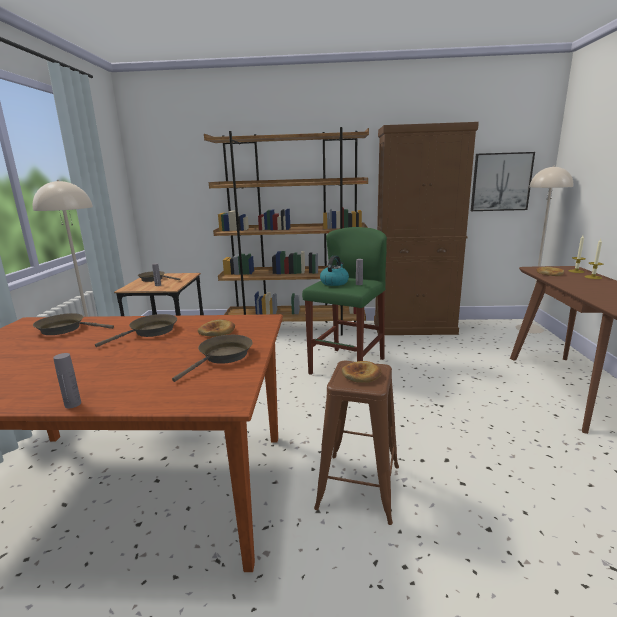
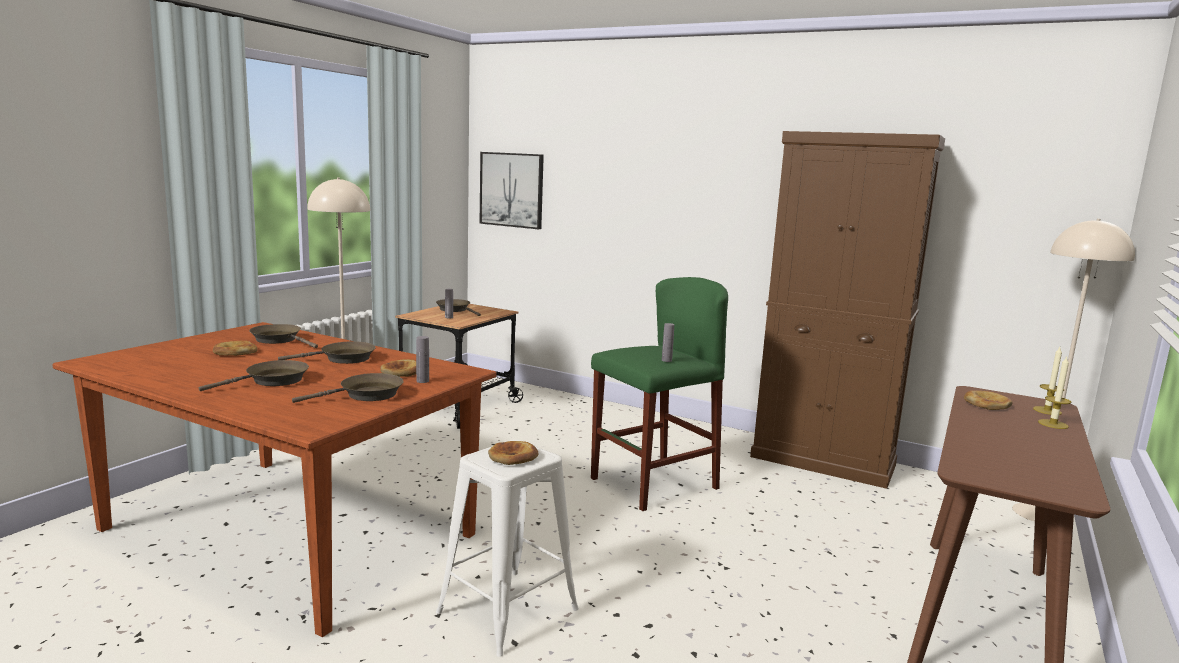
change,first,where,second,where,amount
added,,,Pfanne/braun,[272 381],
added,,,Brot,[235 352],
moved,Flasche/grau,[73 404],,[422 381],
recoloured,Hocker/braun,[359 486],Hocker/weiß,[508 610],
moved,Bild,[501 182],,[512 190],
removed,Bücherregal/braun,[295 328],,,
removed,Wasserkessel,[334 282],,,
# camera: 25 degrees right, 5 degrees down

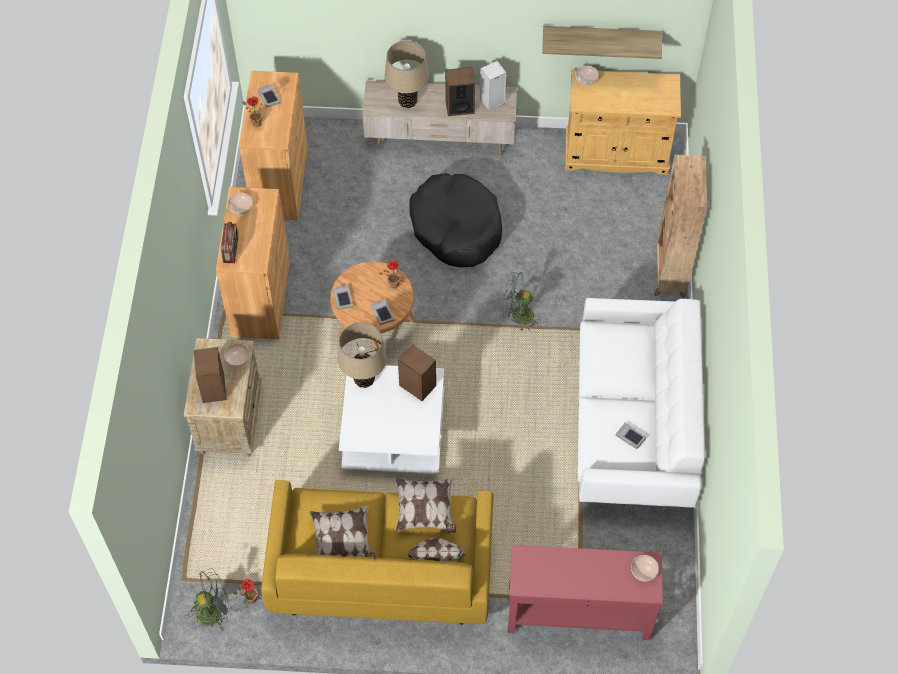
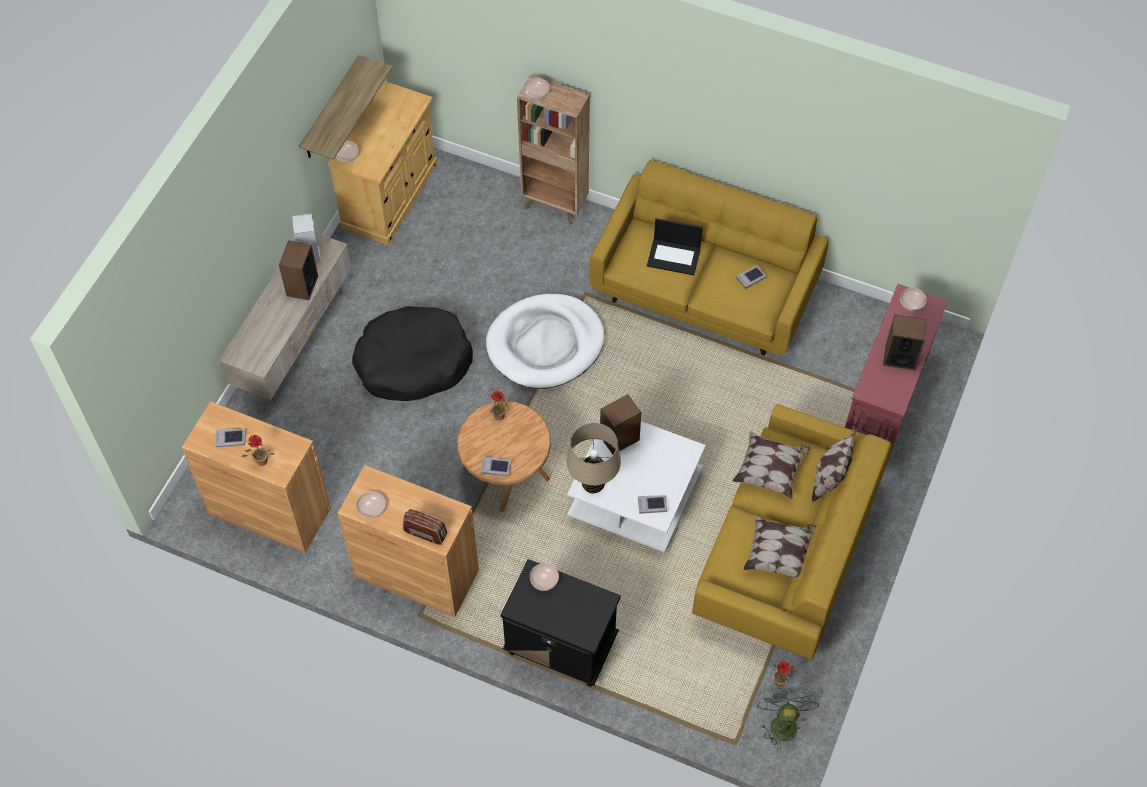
change,first,where,second,where,amount
replaced,Ventilator/grau,[517 316],Hundebett/weiß,[545 344],
recoloured,Nachttisch/beige,[230 420],Nachttisch/schwarz,[560 646],
added,,,Schüssel,[536 92],
recoloured,Sofa/weiß,[633 424],Sofa/gelb,[705 291],
moved,Buch,[382 313],,[652 505],
added,,,Laptop,[674 256],
moved,Lautsprecher,[213 388],,[900 357],
removed,Tischlampe/beige,[407 101],,,
# camera: 70 degrees left, 0 degrees up

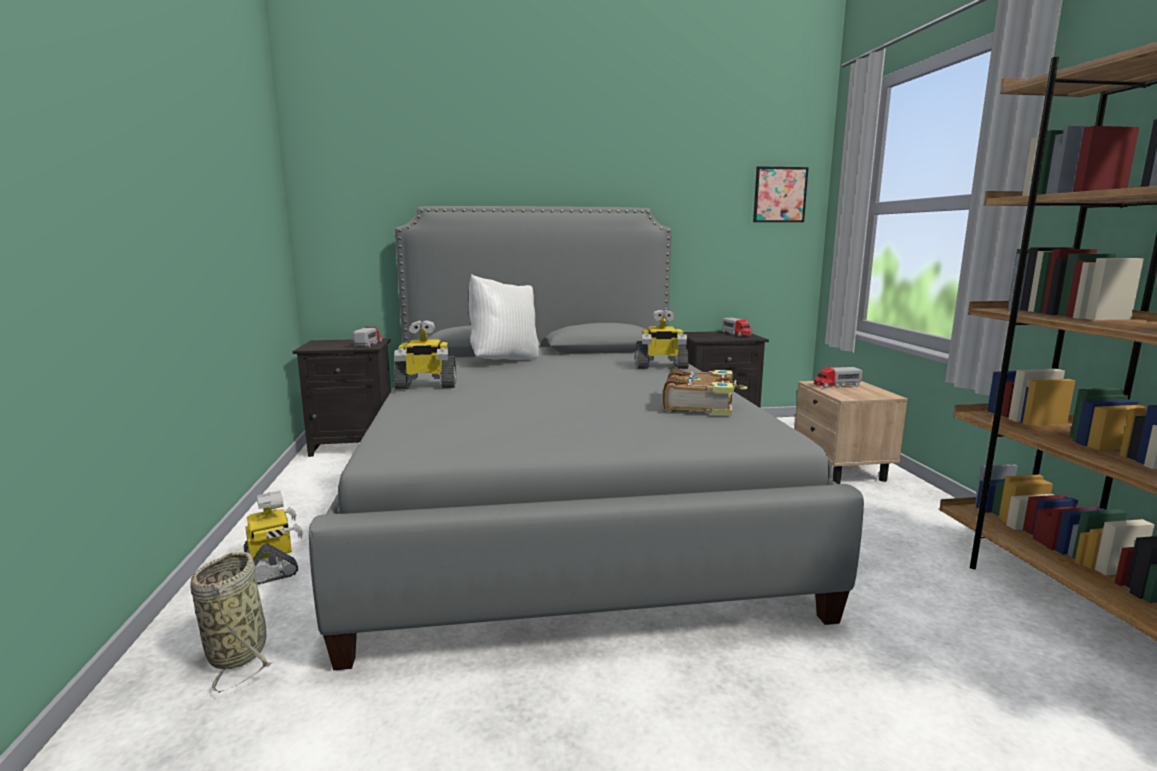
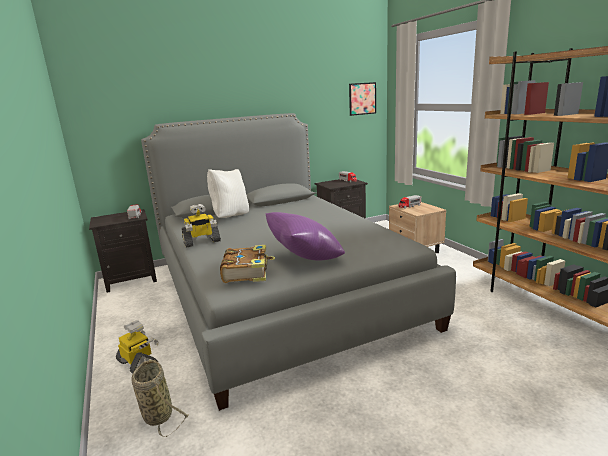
change,first,where,second,where,amount
moved,Buch,[700 404],,[247 272],
added,,,Kissen/lila,[305 259],
removed,Spielzeugroboter,[661 366],,,
# camera: 15 degrees left, 5 degrees up

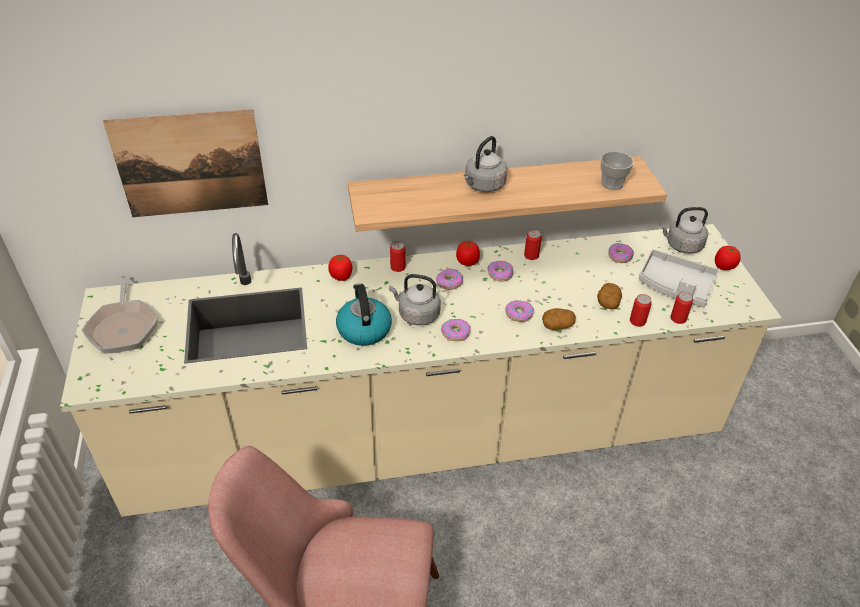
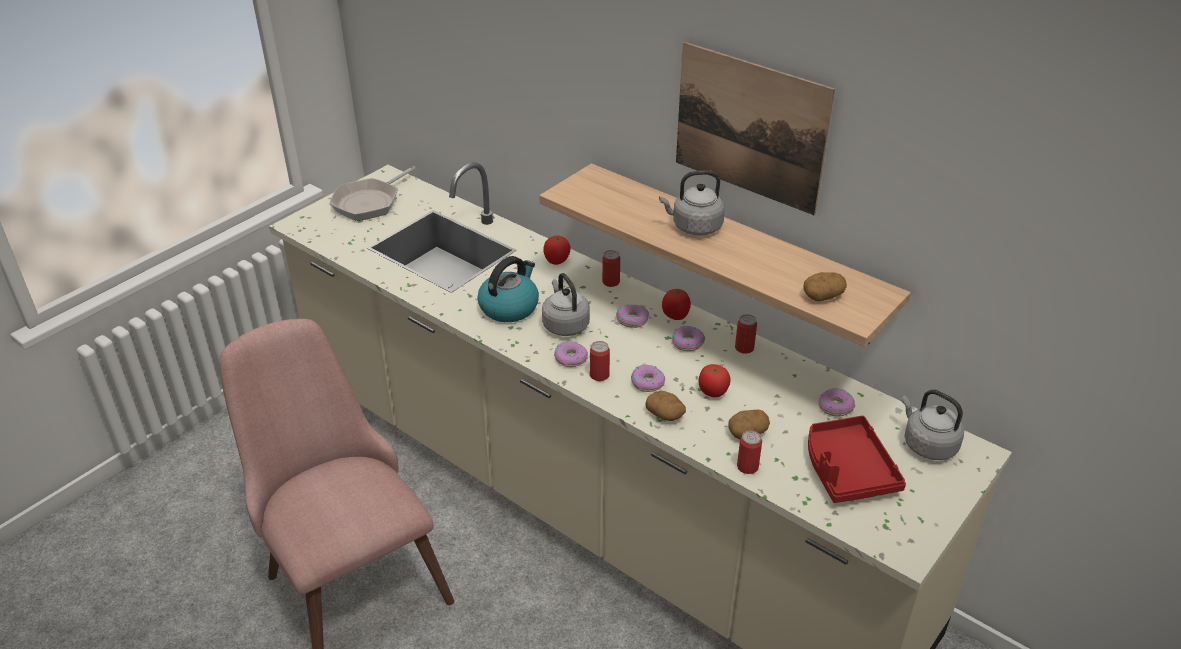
change,first,where,second,where,amount
moved,Dose,[678 318],,[599 375],
moved,Bild,[190 164],,[750 127],
moved,Tomate,[724 266],,[712 392],
replaced,Tasse,[612 184],Kartoffel,[823 295],
recoloured,Tablett/grau,[675 286],Tablett/rot,[847 470],
# camera: 50 degrees right, 5 degrees down

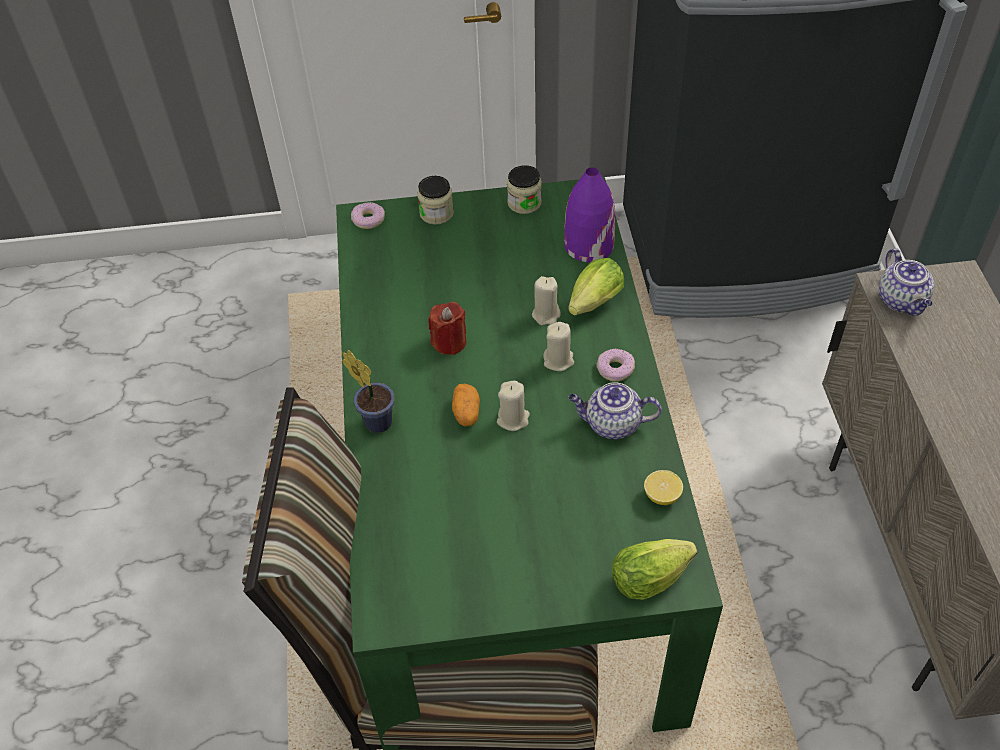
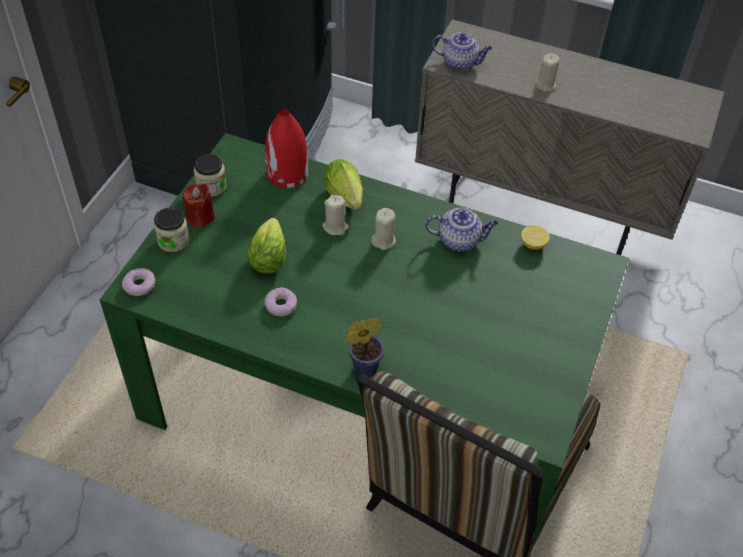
change,first,where,second,where,amount
moved,Kerze/rot,[449 342],,[200 217],
moved,Salatkopf,[653 576],,[269 256],
moved,Donut,[615 369],,[281 305],
recoloured,Vase/lila,[588 245],Vase/rot,[287 174],
turned,Teekanne,[612 424],,[459 240],120 degrees counterclockwise
moved,Kerze/beige,[513 419],,[545 85],
removed,Kartoffel,[466 412],,,
# camera: 65 degrees left, 0 degrees up

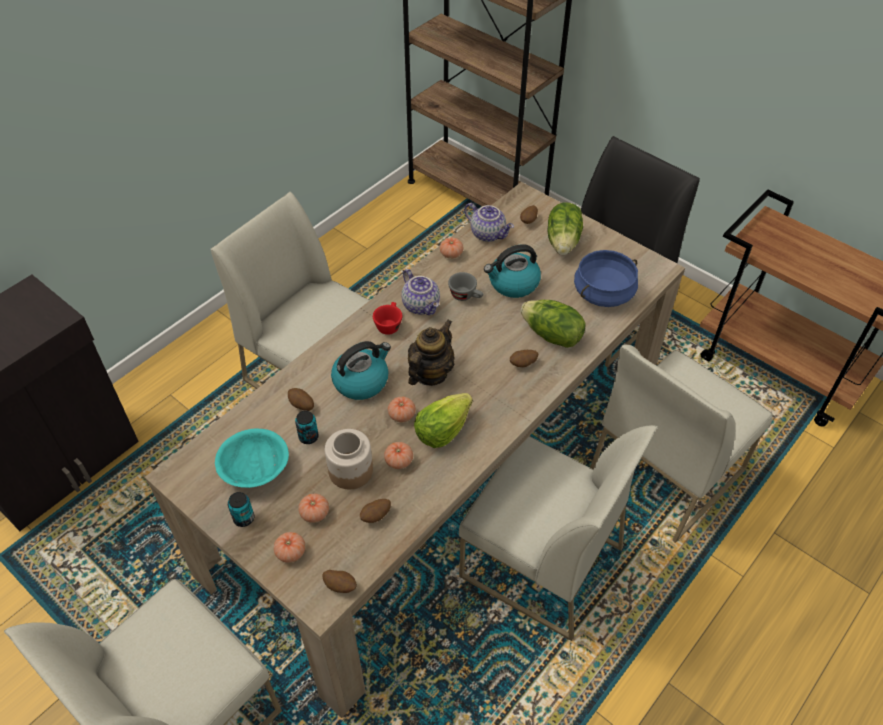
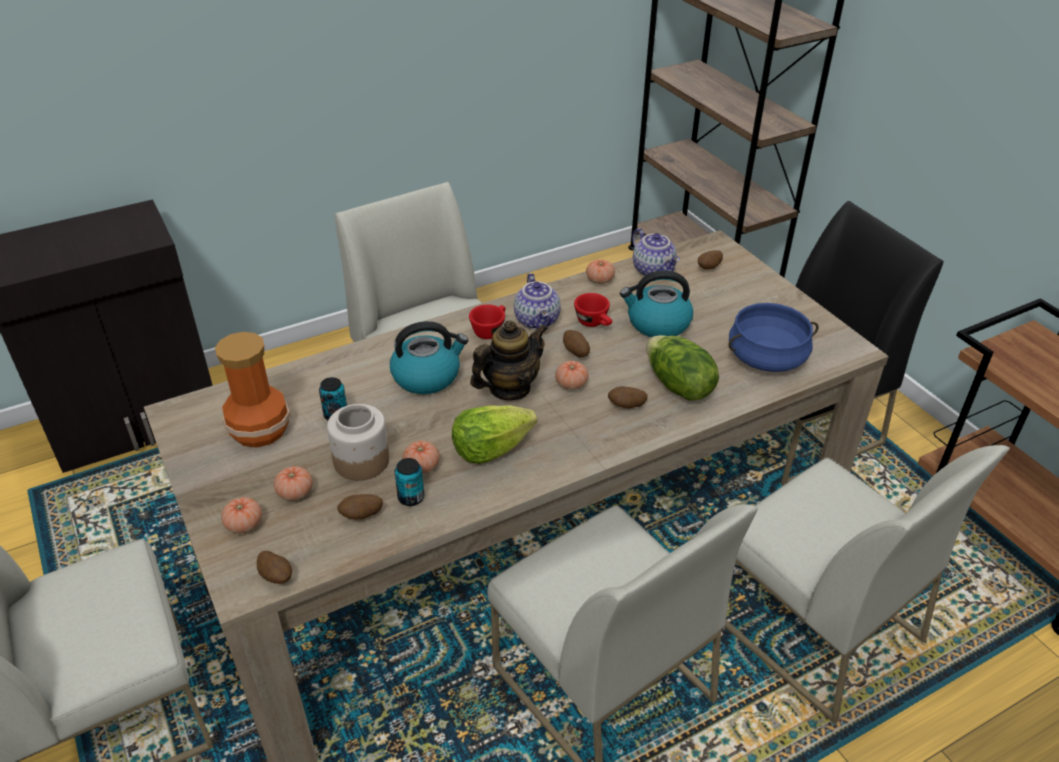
change,first,where,second,where,amount
replaced,Schüssel/türkis,[254 469],Vase,[259 430],
moved,Dose,[244 518],,[411 498],
moved,Tomate,[402 415],,[571 384],
moved,Kartoffel,[301 405],,[575 352],
recoloured,Tasse/grau,[466 296],Tasse/rot,[594 323],
turned,Stuhl/weiß,[665 471],,[813 627],105 degrees counterclockwise
removed,Salatkopf,[564 241],,,
# camera: 20 degrees right, 10 degrees down

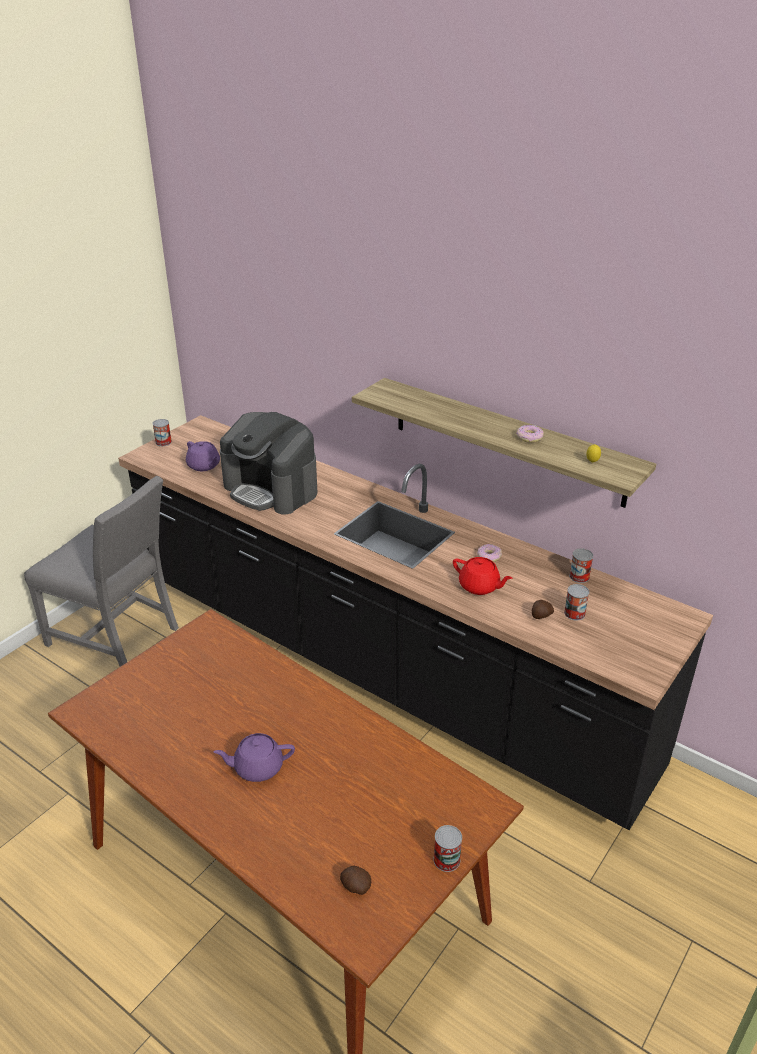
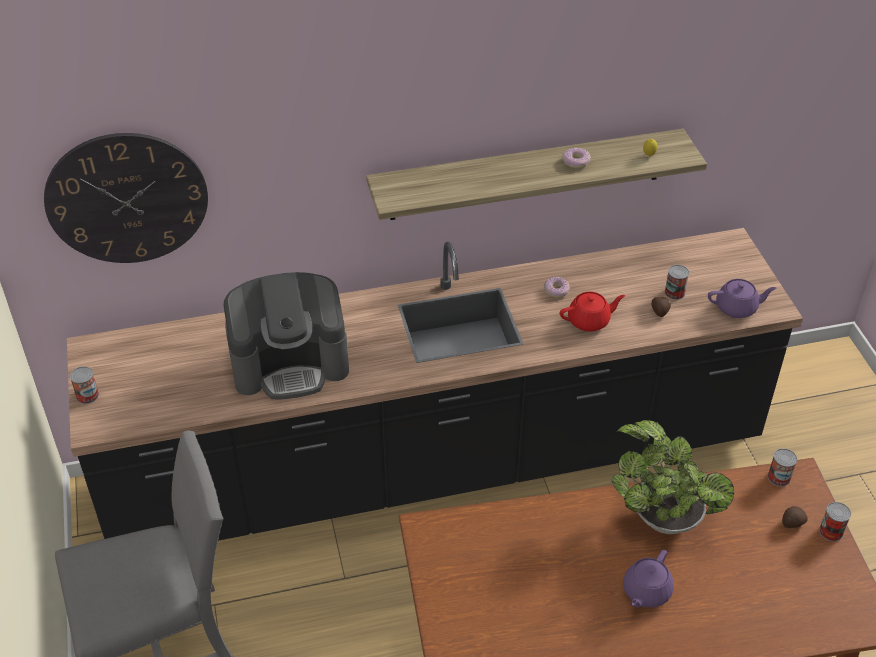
change,first,where,second,where,amount
added,,,Wanduhr,[127 199],
added,,,Topfpflanze,[661 516],
moved,Teekanne/lila,[204 466],,[737 308],
moved,Dose,[579 576],,[779 477],
moved,Kartoffel,[355 886],,[791 523],
# camera: 50 degrees left, 10 degrees up

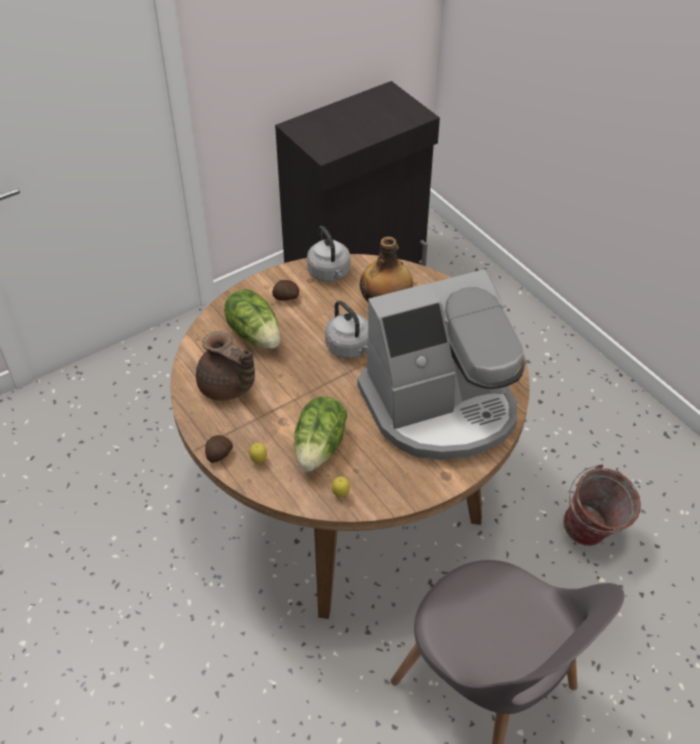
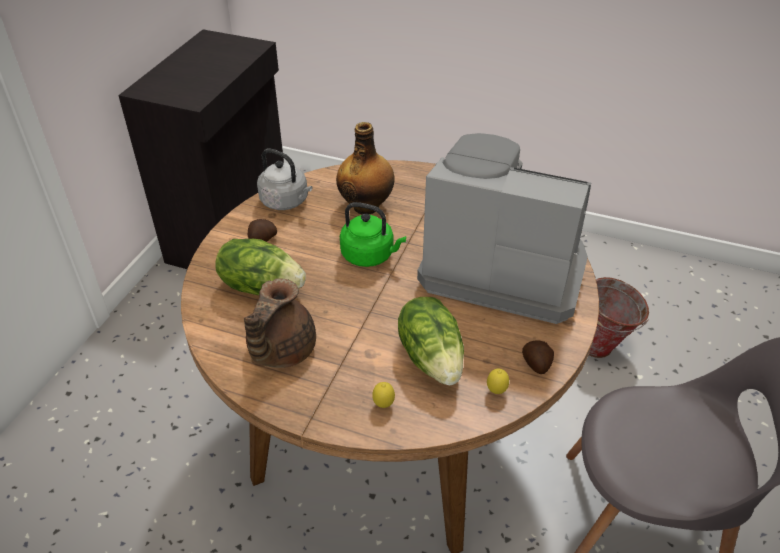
change,first,where,second,where,amount
turned,Teekanne/braun,[227 387],,[280 351],105 degrees clockwise
recoloured,Wasserkessel/grau,[350 348],Wasserkessel/grün,[370 255],
turned,Kaffeemaschine,[441 407],,[503 266],105 degrees counterclockwise
moved,Kartoffel,[218 455],,[536 365],
# camera: 35 degrees left, 5 degrees down

